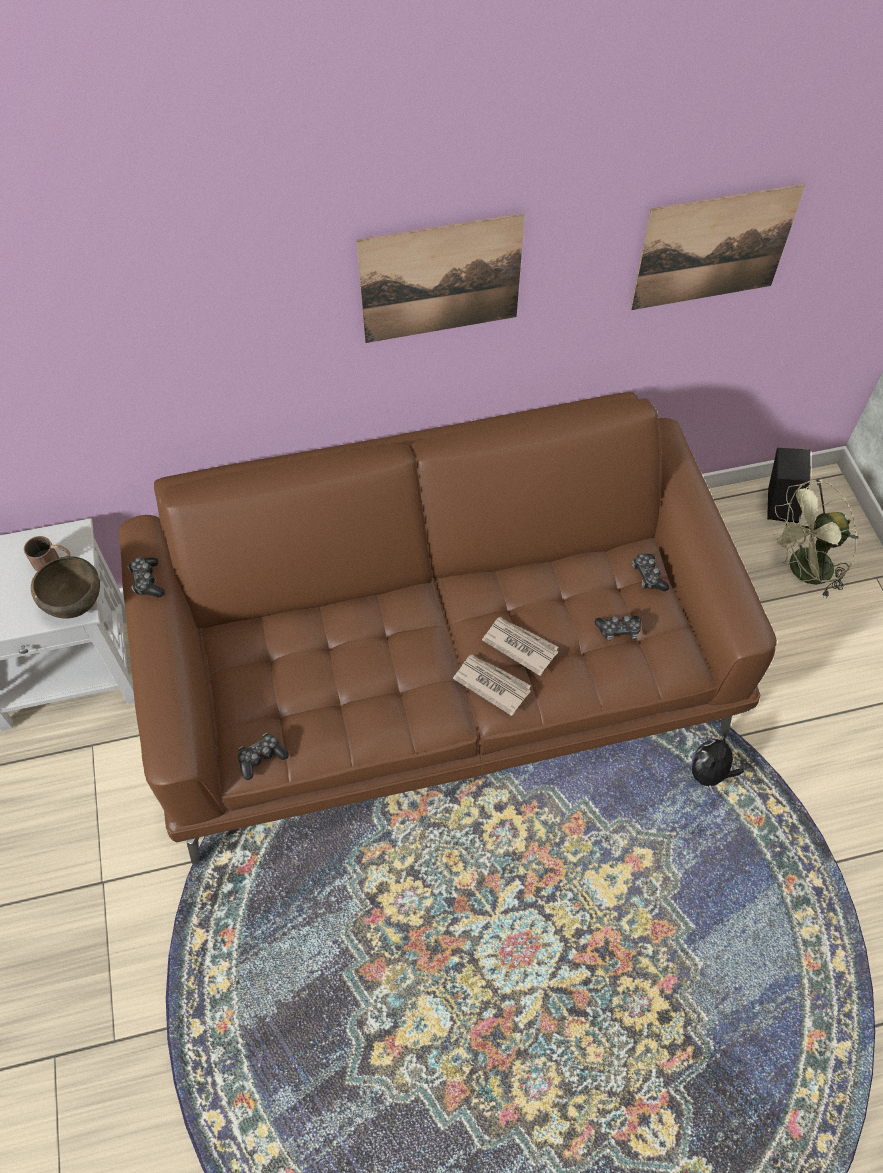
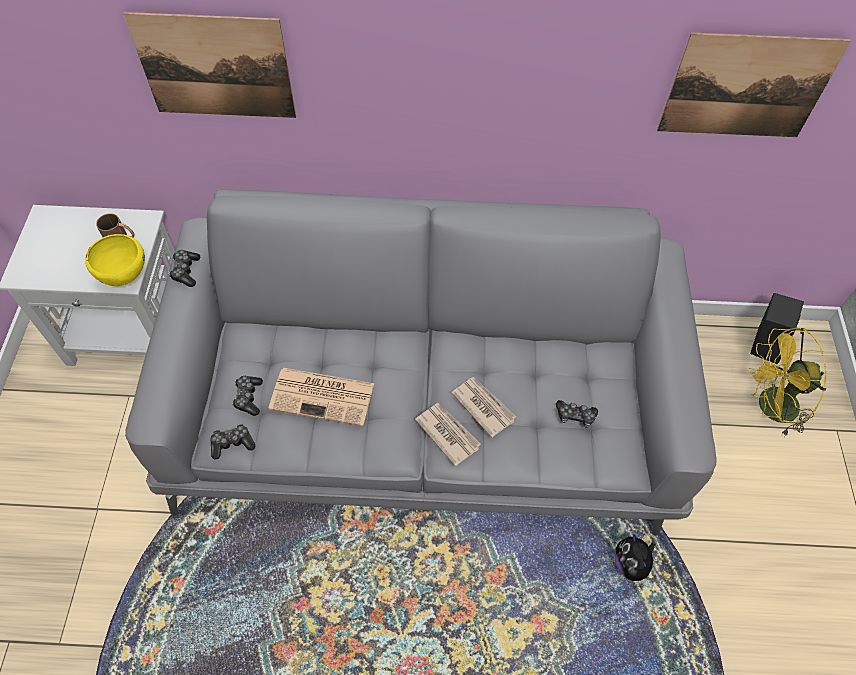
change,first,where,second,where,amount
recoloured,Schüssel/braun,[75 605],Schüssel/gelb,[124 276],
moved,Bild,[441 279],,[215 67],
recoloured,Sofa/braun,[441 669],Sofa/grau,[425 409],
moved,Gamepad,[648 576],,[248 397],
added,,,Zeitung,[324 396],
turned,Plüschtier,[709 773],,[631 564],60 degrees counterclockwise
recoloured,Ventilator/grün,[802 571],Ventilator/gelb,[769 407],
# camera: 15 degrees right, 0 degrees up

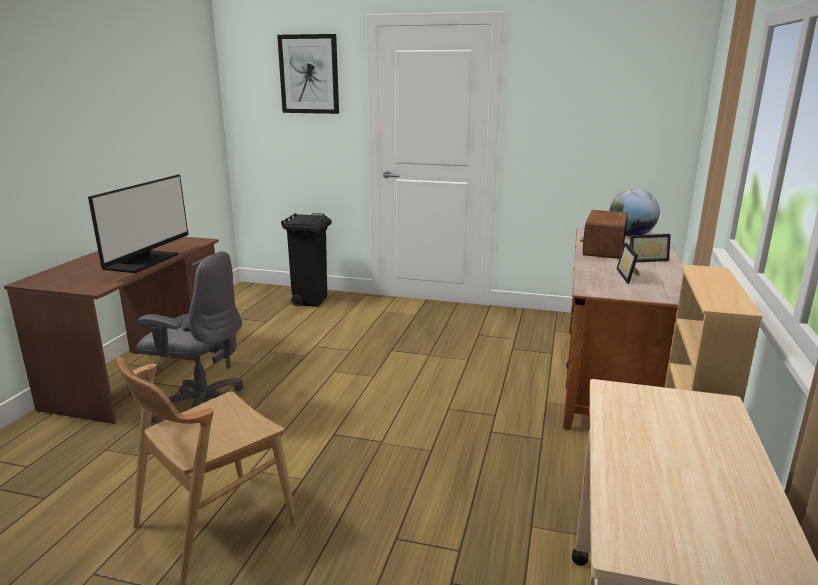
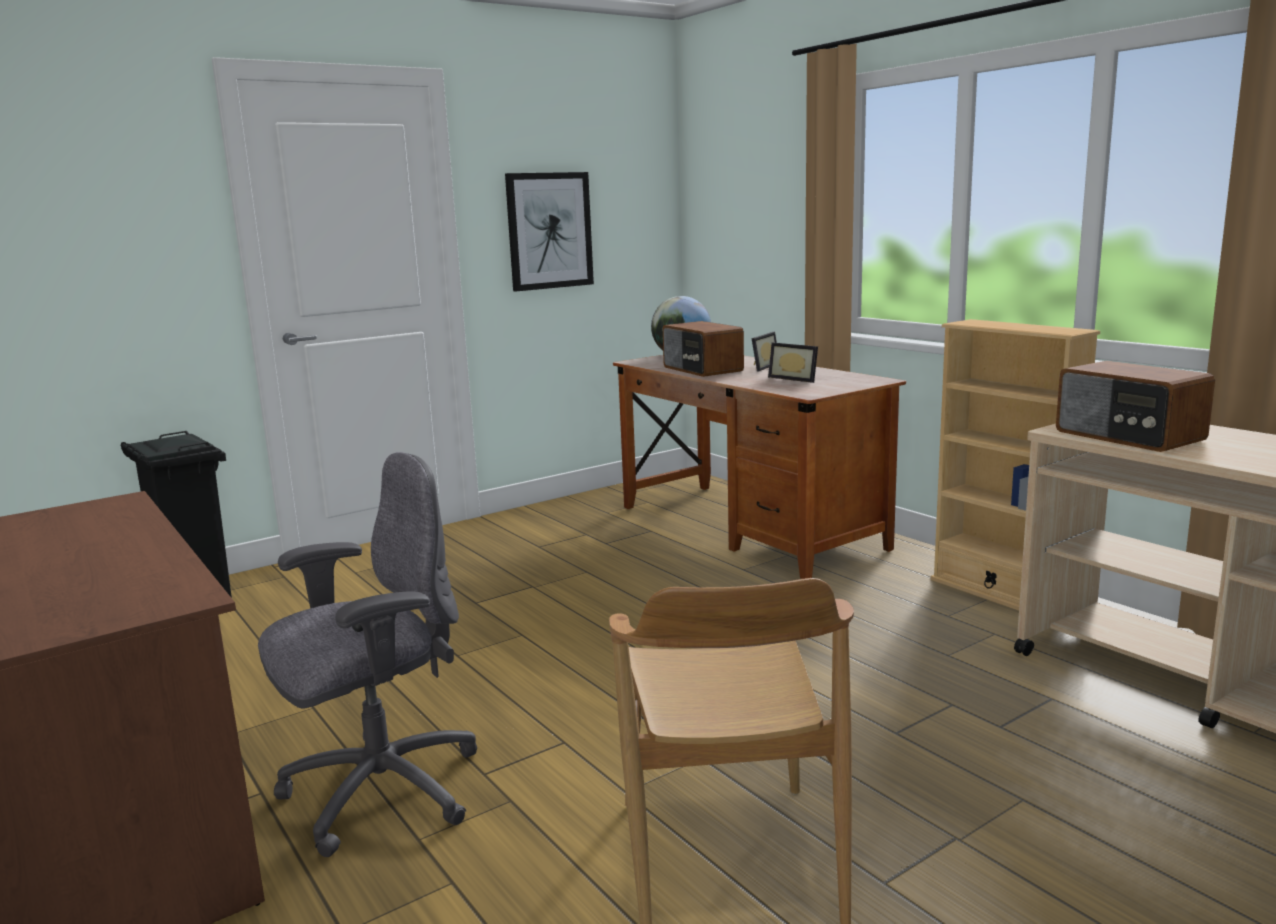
change,first,where,second,where,amount
moved,Bild,[309 74],,[549 231],
added,,,Radio,[1128 436],
removed,Monitor,[143 262],,,
# camera: 50 degrees left, 5 degrees down

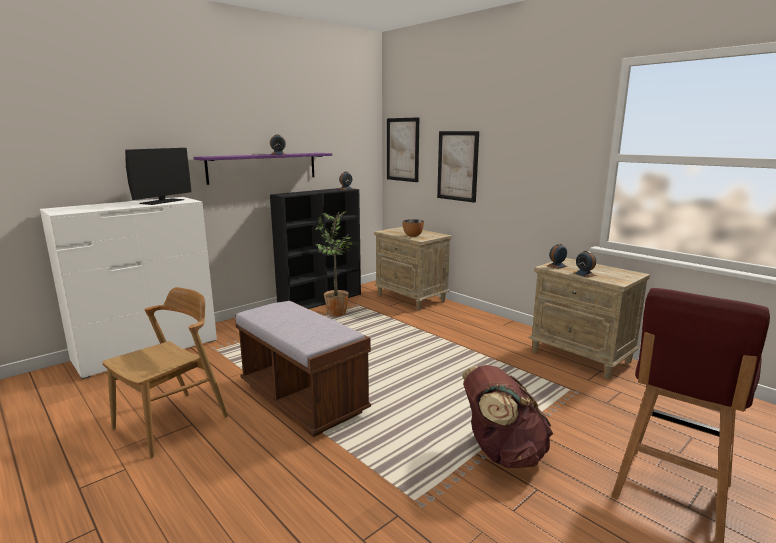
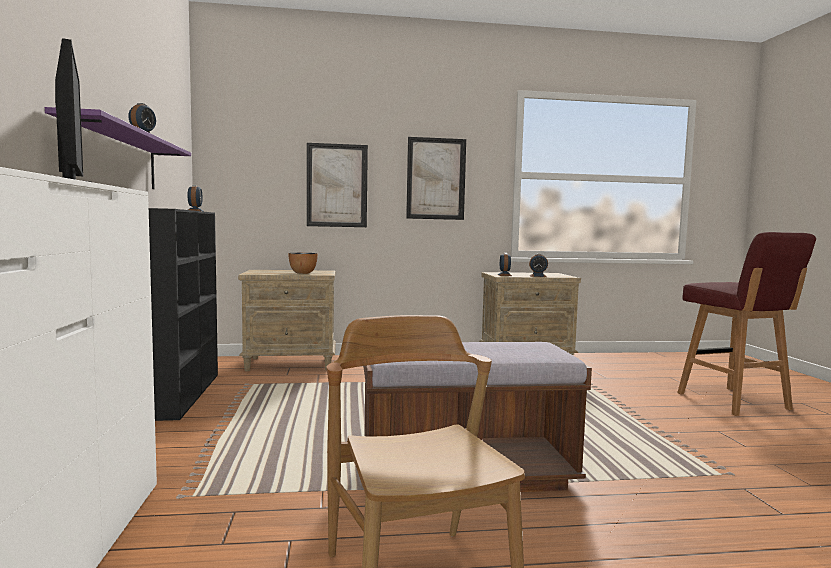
change,first,where,second,where,amount
moved,Bild,[402 149],,[436 179],
removed,Topfpflanze,[337 314],,,
removed,Rucksack/braun,[502 453],,,
# camera: 55 degrees left, 10 degrees down

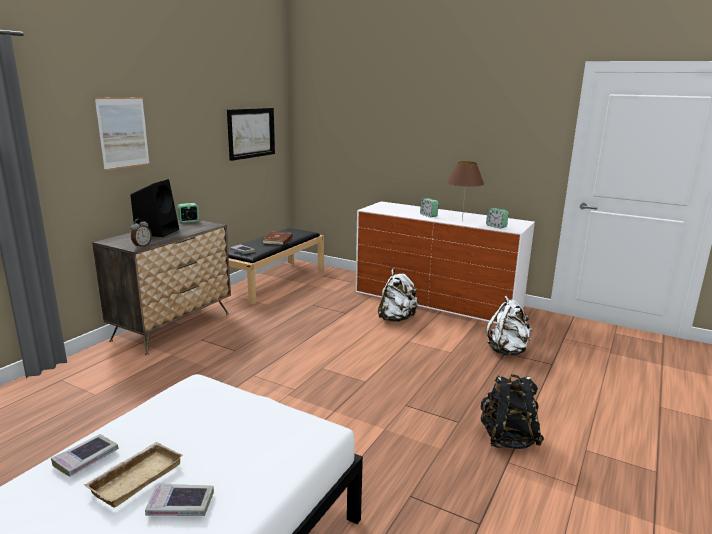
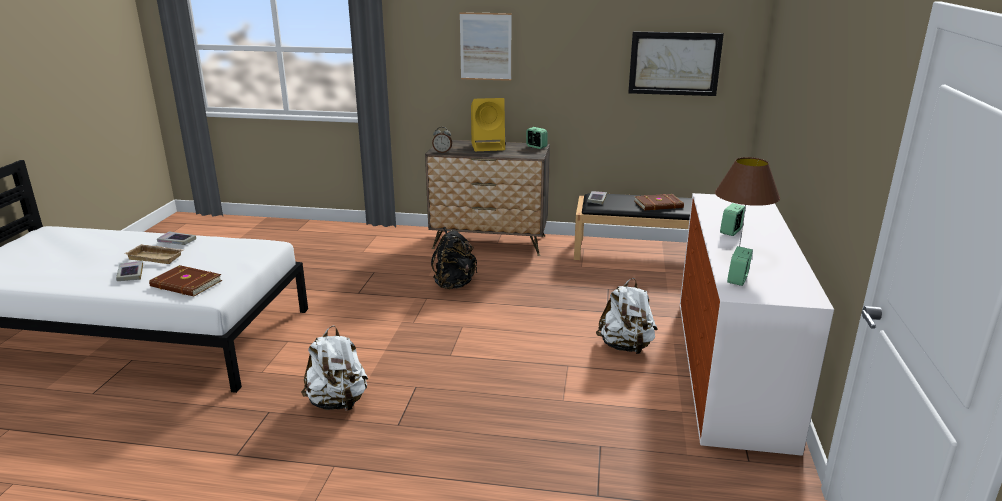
change,first,where,second,where,amount
added,,,Buch/braun,[186 284],
moved,Rucksack/weiß,[507 351],,[338 402],
moved,Rucksack/schwarz,[507 438],,[454 284],
recoloured,Lautsprecher/schwarz,[157 231],Lautsprecher/gelb,[489 146],
# camera: 70 degrees right, 5 degrees up

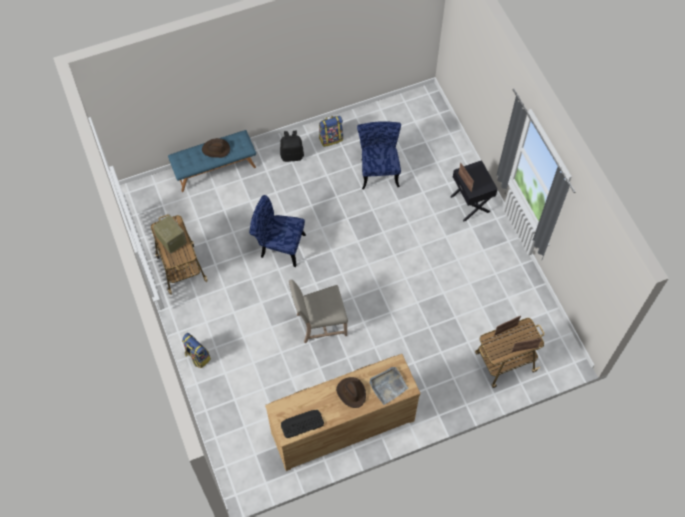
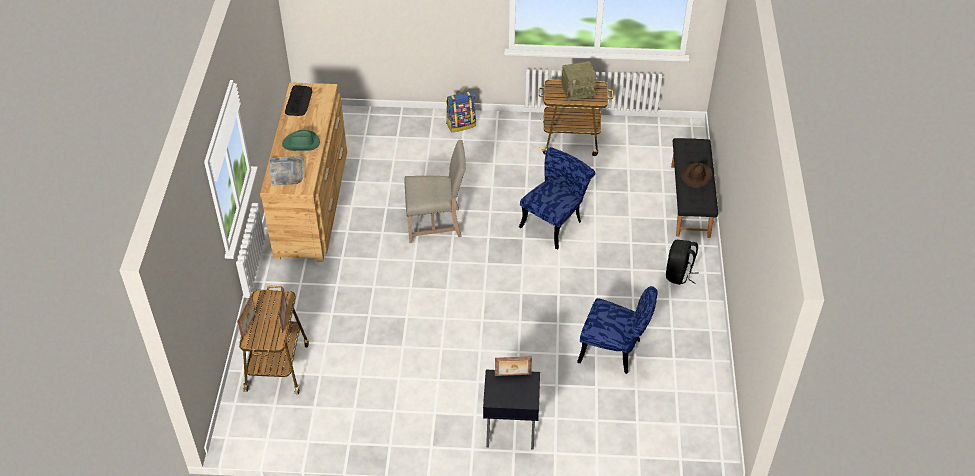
change,first,where,second,where,amount
recoloured,Hut/braun,[351 392],Hut/grün,[301 143],
turned,Stuhl/beige,[319 324],,[436 224],75 degrees clockwise
recoloured,Bank/blau,[215 169],Bank/schwarz,[690 200],
removed,Rucksack,[331 138],,,
# camera: 115 degrees right, 15 degrees down

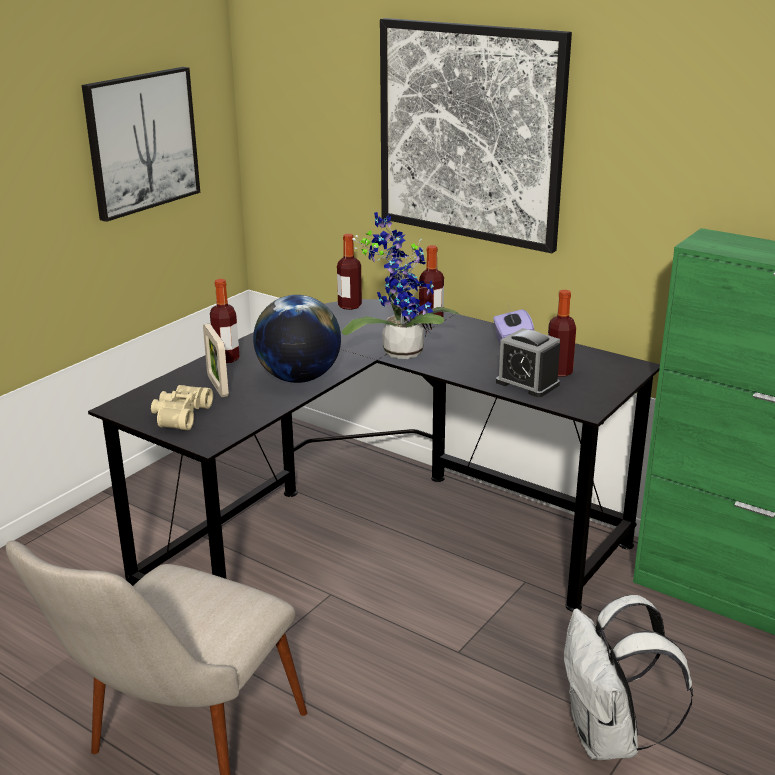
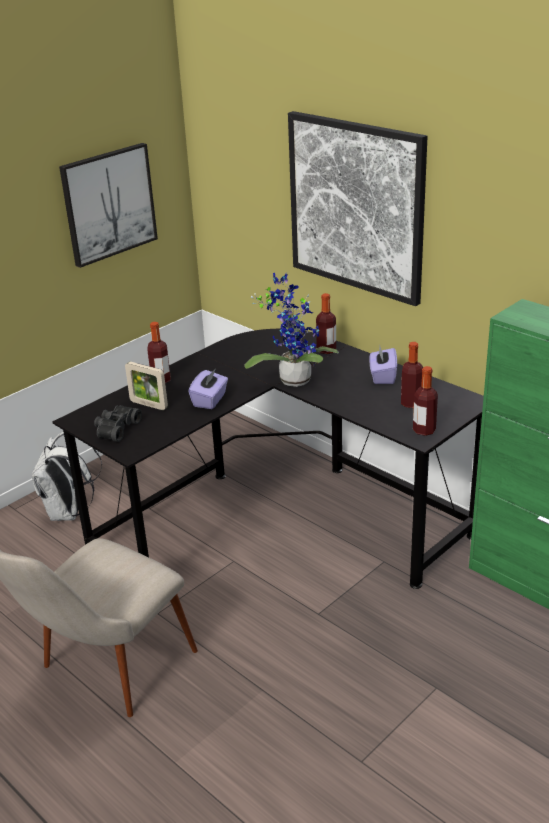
change,first,where,second,where,amount
moved,Rucksack/weiß,[608 739],,[69 512],
recoloured,Fernglas/beige,[179 415],Fernglas/schwarz,[116 428],
turned,Bilderrahmen,[218 386],,[149 405],45 degrees counterclockwise
replaced,Globus,[299 378],Taschentuchbox/lila,[210 400],
moved,Flasche,[349 306],,[424 430],
removed,Wecker,[527 383],,,
# camera: 10 degrees right, 5 degrees up

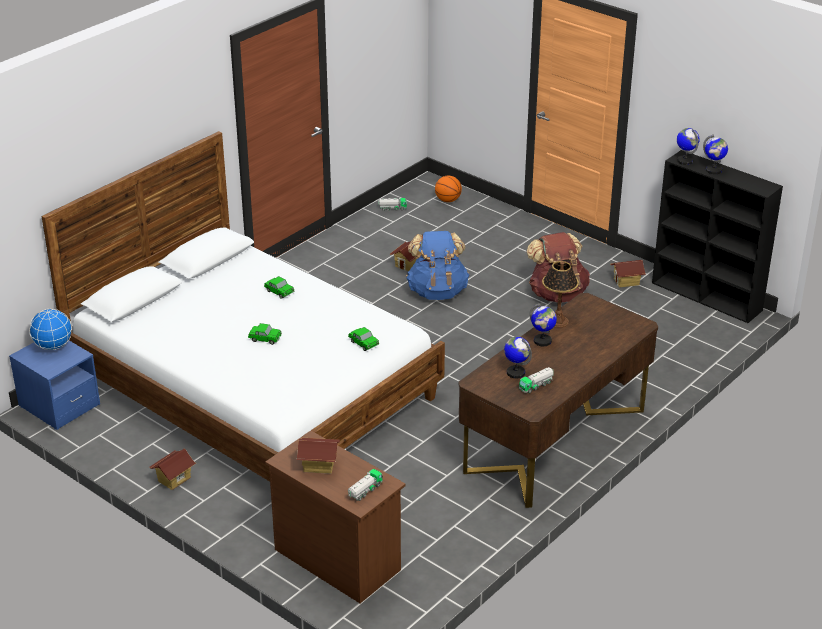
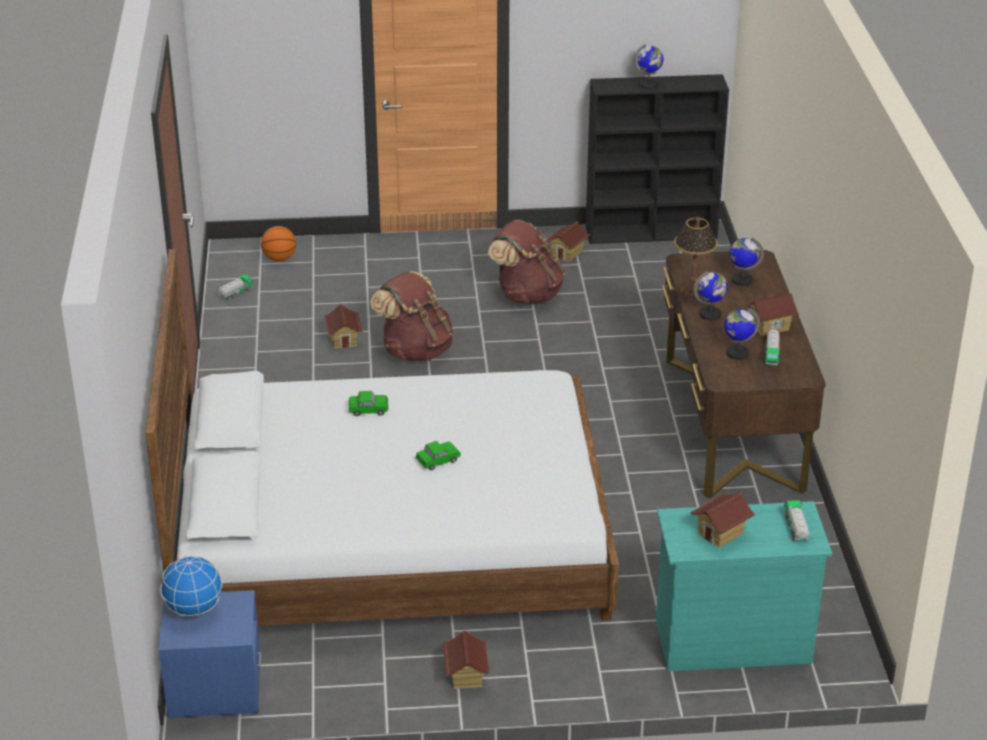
change,first,where,second,where,amount
recoloured,Rucksack/blau,[437 291],Rucksack/braun,[415 350],
recoloured,Kommode/braun,[337 559],Kommode/türkis,[732 641],
moved,Globus,[685 161],,[741 280],
added,,,Spielzeughaus,[769 327],
removed,Spielzeugauto,[363 343],,,
# camera: 45 degrees left, 0 degrees up

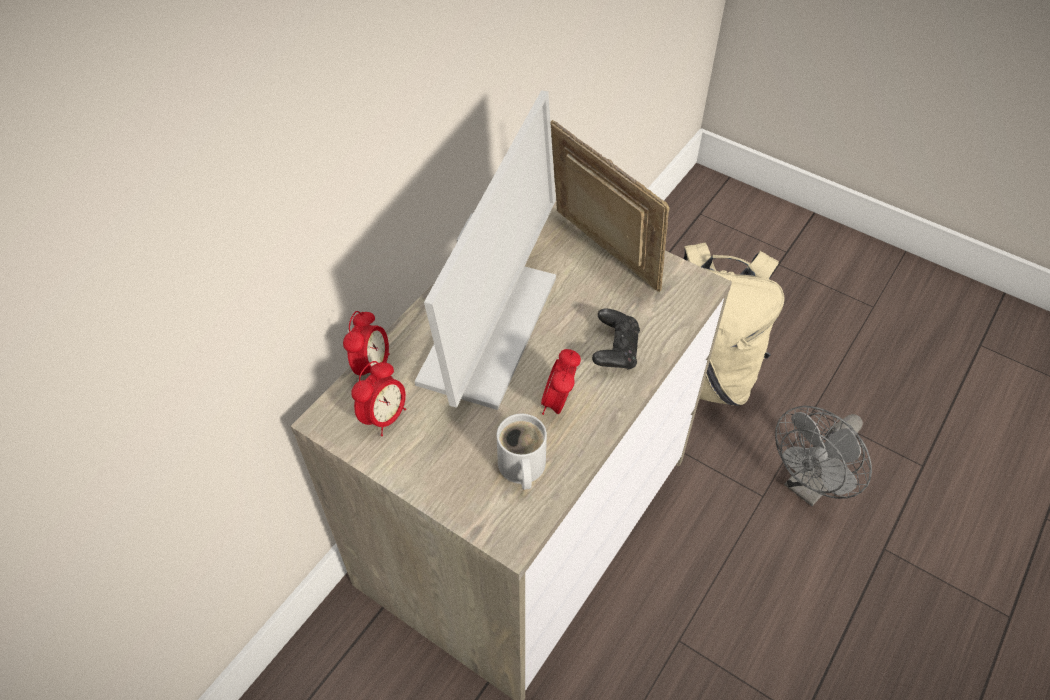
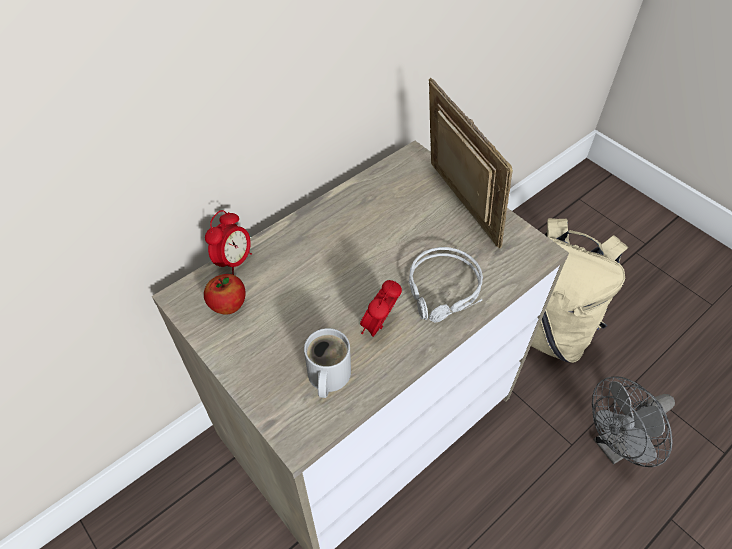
change,first,where,second,where,amount
replaced,Wecker,[384 417],Apfel,[228 306],
replaced,Gamepad/schwarz,[615 350],Kopfhörer/grau,[444 291],
removed,Monitor,[489 331],,,
# camera: 15 degrees right, 0 degrees up

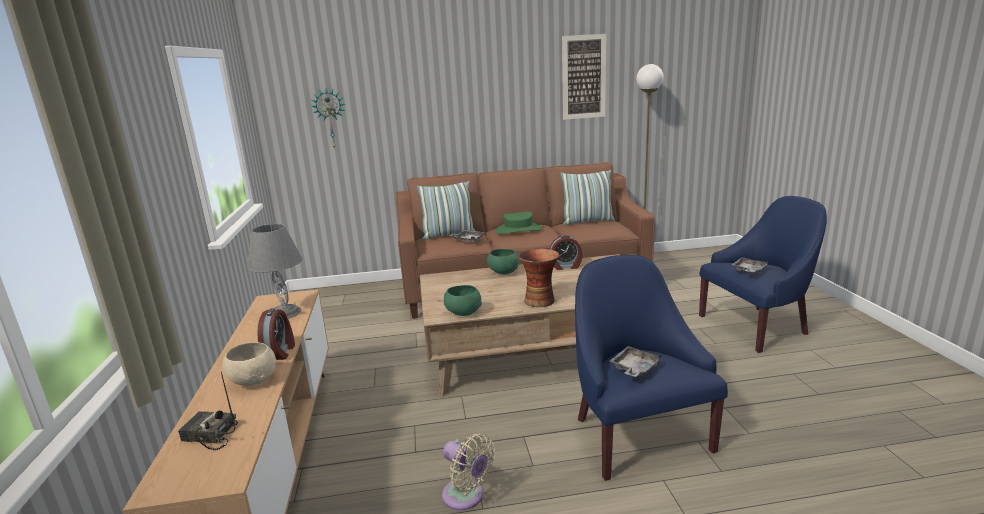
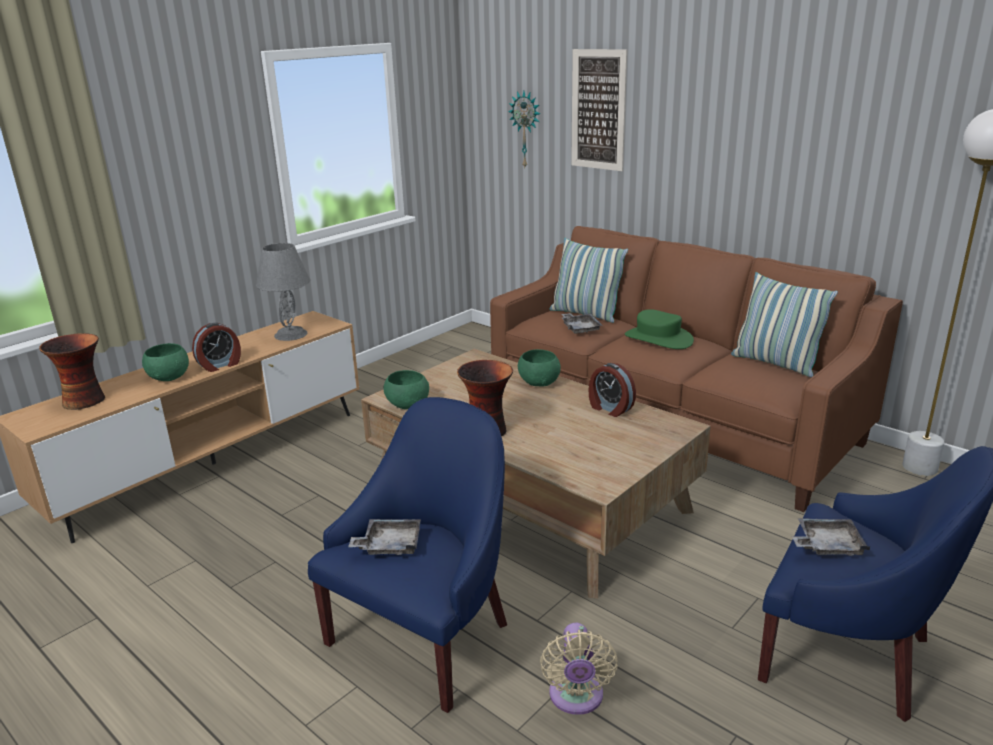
change,first,where,second,where,amount
replaced,Radio,[209 436],Vase,[85 400],
recoloured,Schüssel/beige,[253 380],Schüssel/grün,[169 377],
moved,Ventilator/beige,[466 497],,[576 698],
moved,Bild,[584 77],,[598 110],
# camera: 50 degrees right, 5 degrees up

